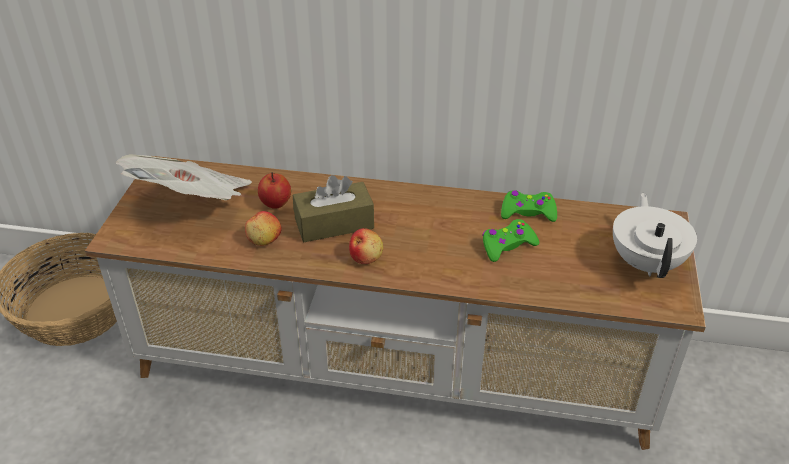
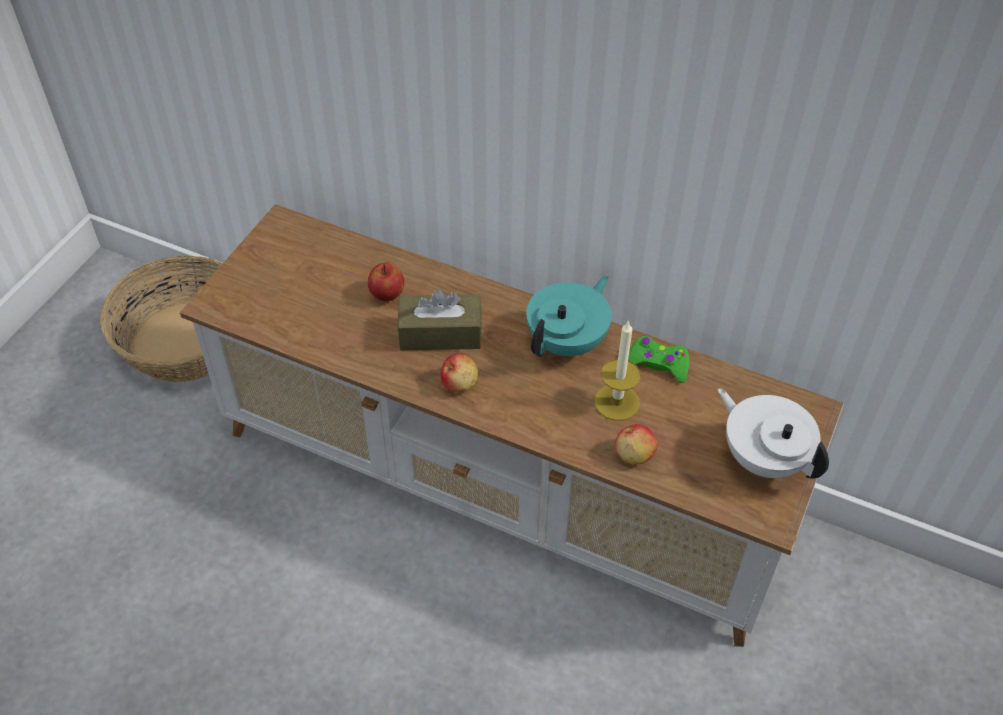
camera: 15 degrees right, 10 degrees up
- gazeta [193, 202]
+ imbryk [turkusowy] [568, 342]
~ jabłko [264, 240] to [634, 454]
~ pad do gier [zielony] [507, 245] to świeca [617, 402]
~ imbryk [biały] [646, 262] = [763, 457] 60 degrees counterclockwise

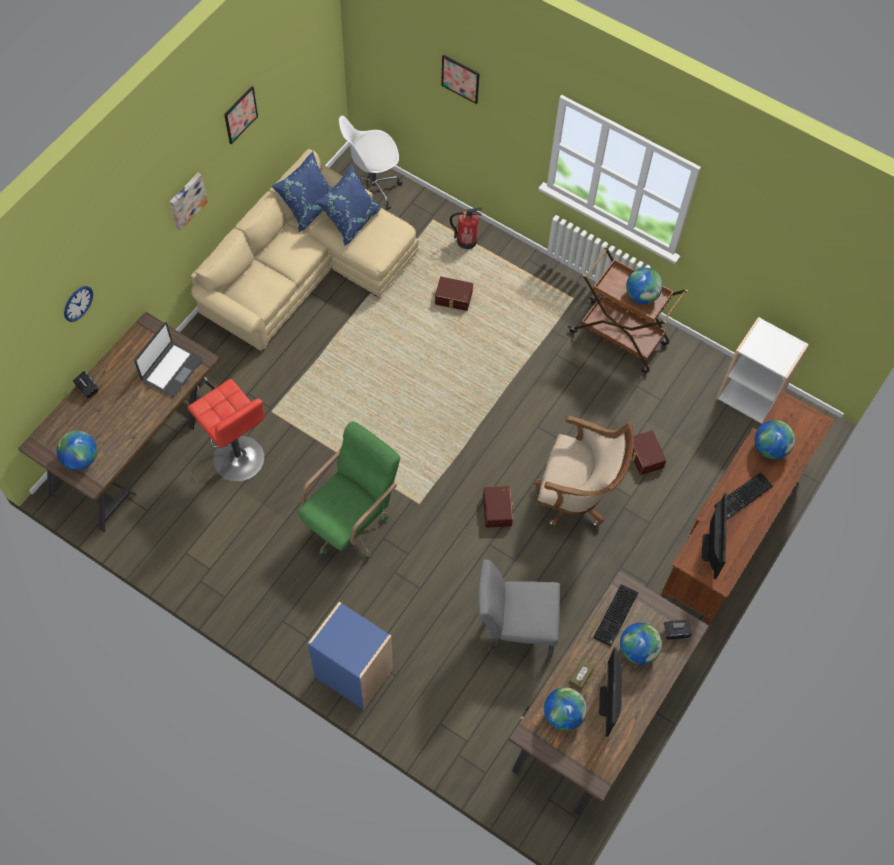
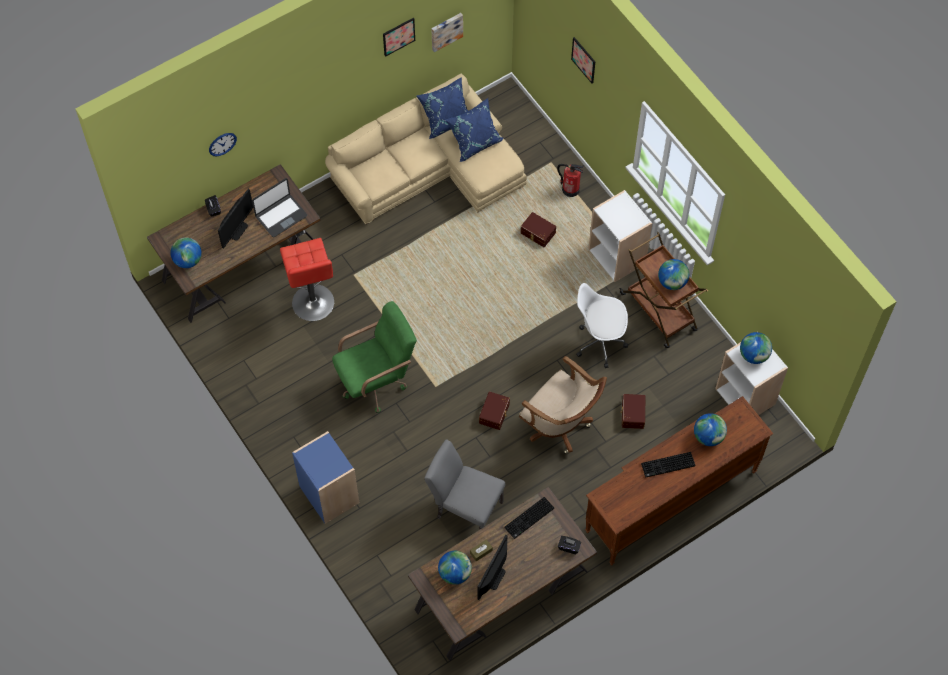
camera: 25 degrees right, 0 degrees up
+ regał [biały] [617, 256]
~ obraz [186, 200] to [446, 31]
~ krzesło biurowe [biały] [372, 189] to [598, 343]
~ globus [637, 650] to [753, 355]
~ monitor [711, 548] to [237, 230]

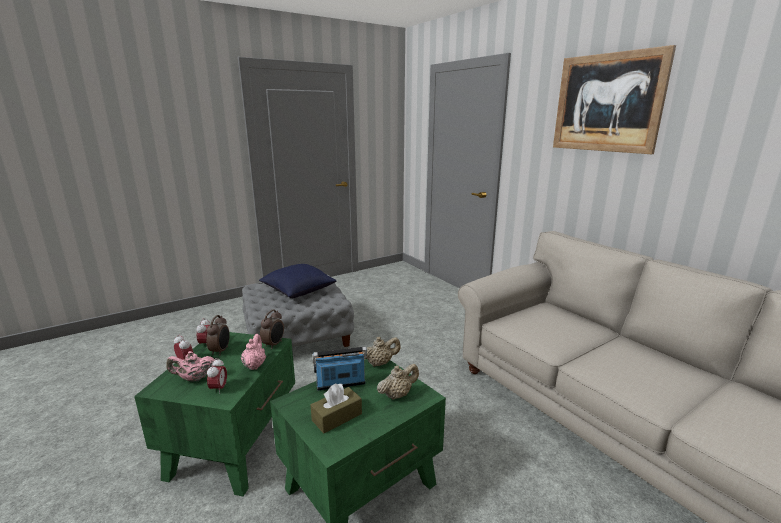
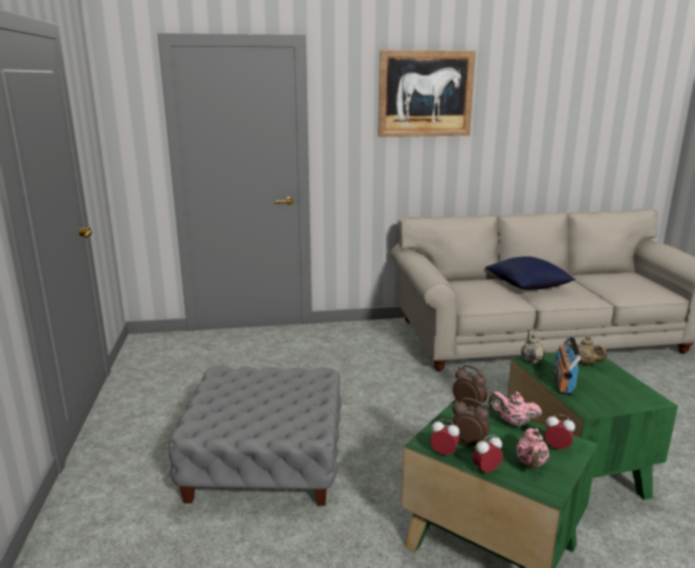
camera: 65 degrees left, 0 degrees up
- pudełko chusteczek [brązowy] [337, 417]
~ poduszka [niebieski] [298, 291] to [527, 286]
~ imbryk [beżowy] [397, 395] = [584, 363] 150 degrees clockwise

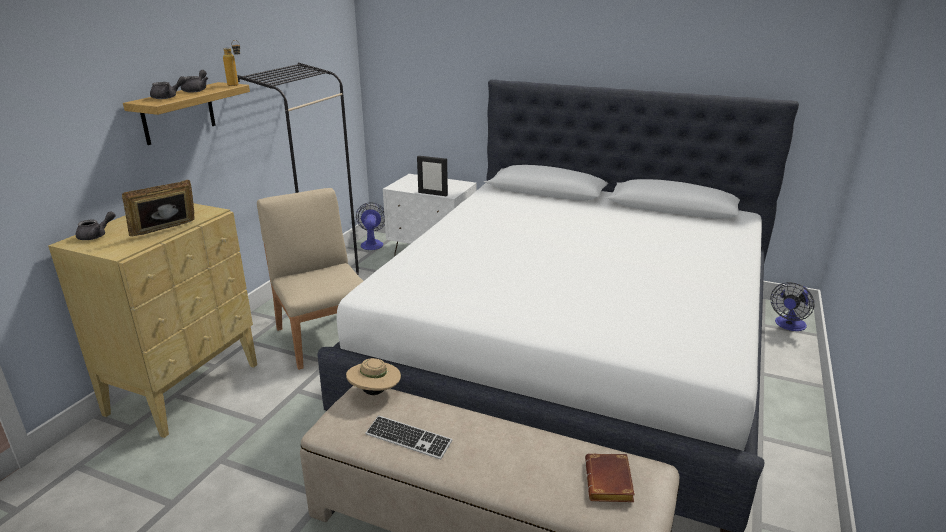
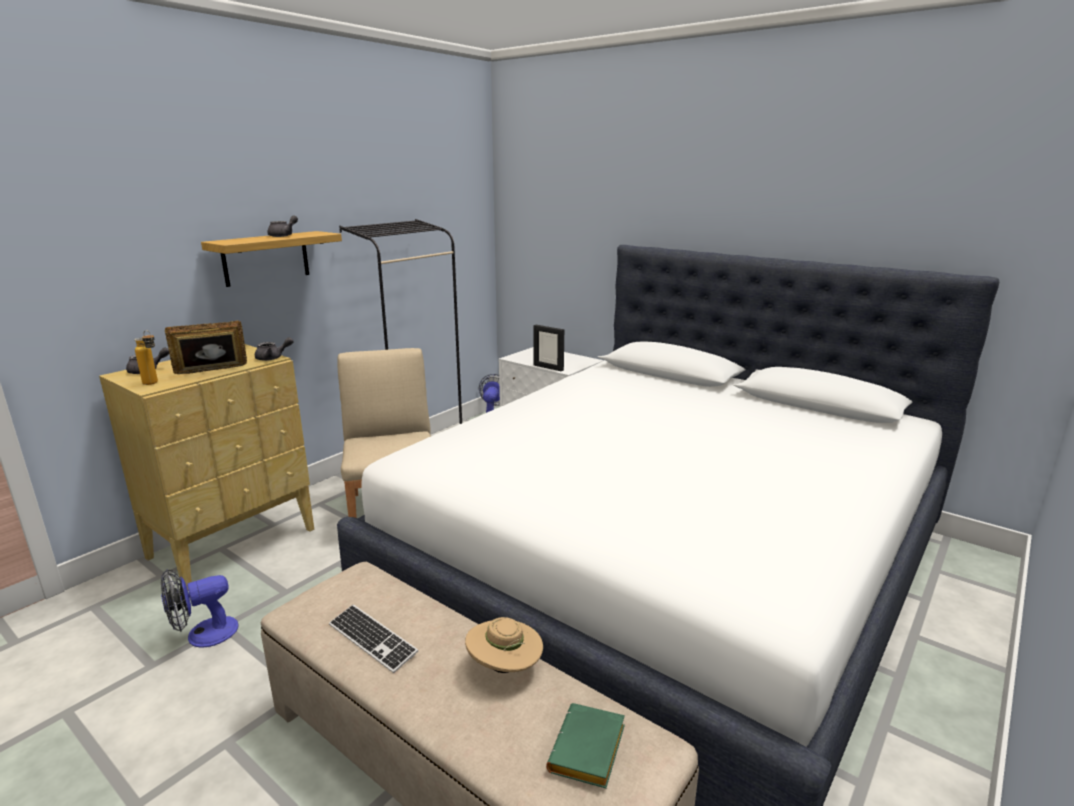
camera: 15 degrees right, 5 degrees down
~ imbryk [szary] [168, 97] to [273, 358]
~ butelka [237, 85] to [154, 384]
~ kapelusz [beżowy] [375, 392] to [505, 667]
~ wentylator [788, 326] to [203, 635]
~ książka [brązowy] [610, 483] to książka [zielony] [589, 753]

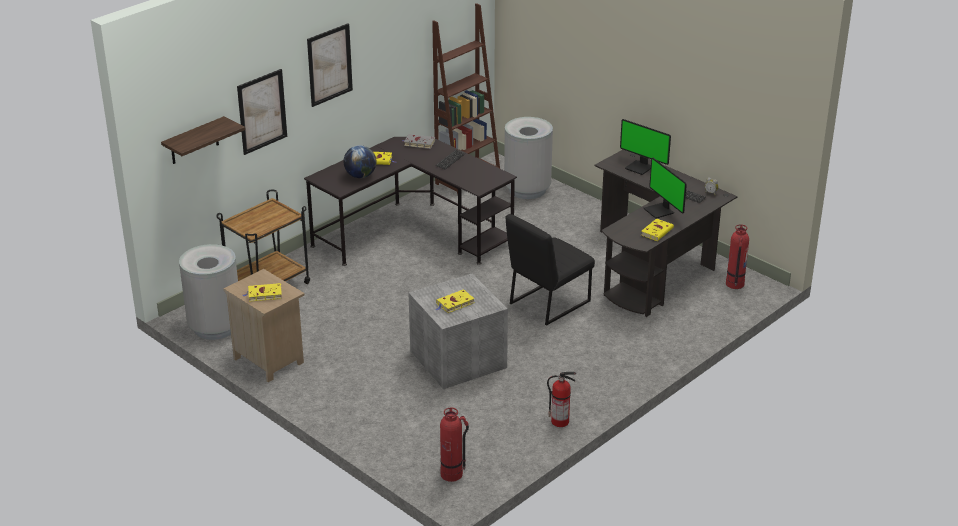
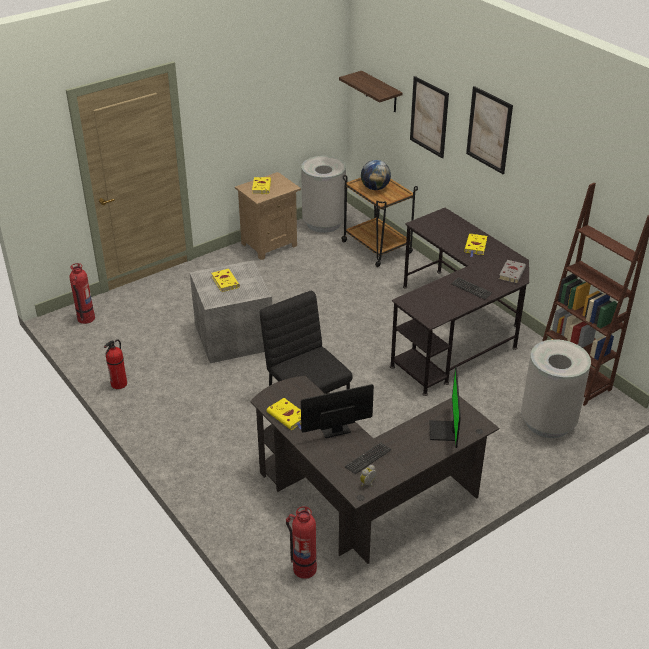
camera: 100 degrees right, 5 degrees up
~ globus [360, 176] to [375, 188]
~ monitor [640, 167] = [445, 431] 45 degrees counterclockwise

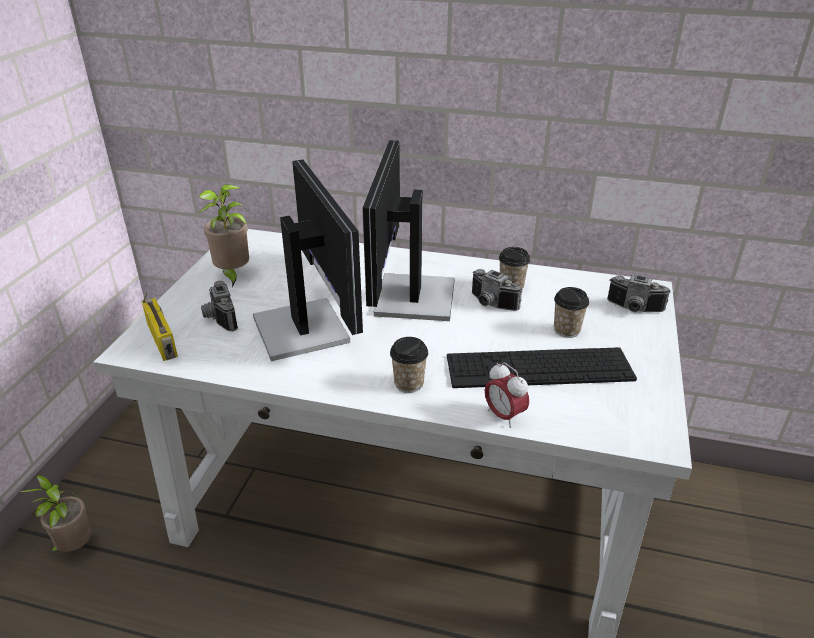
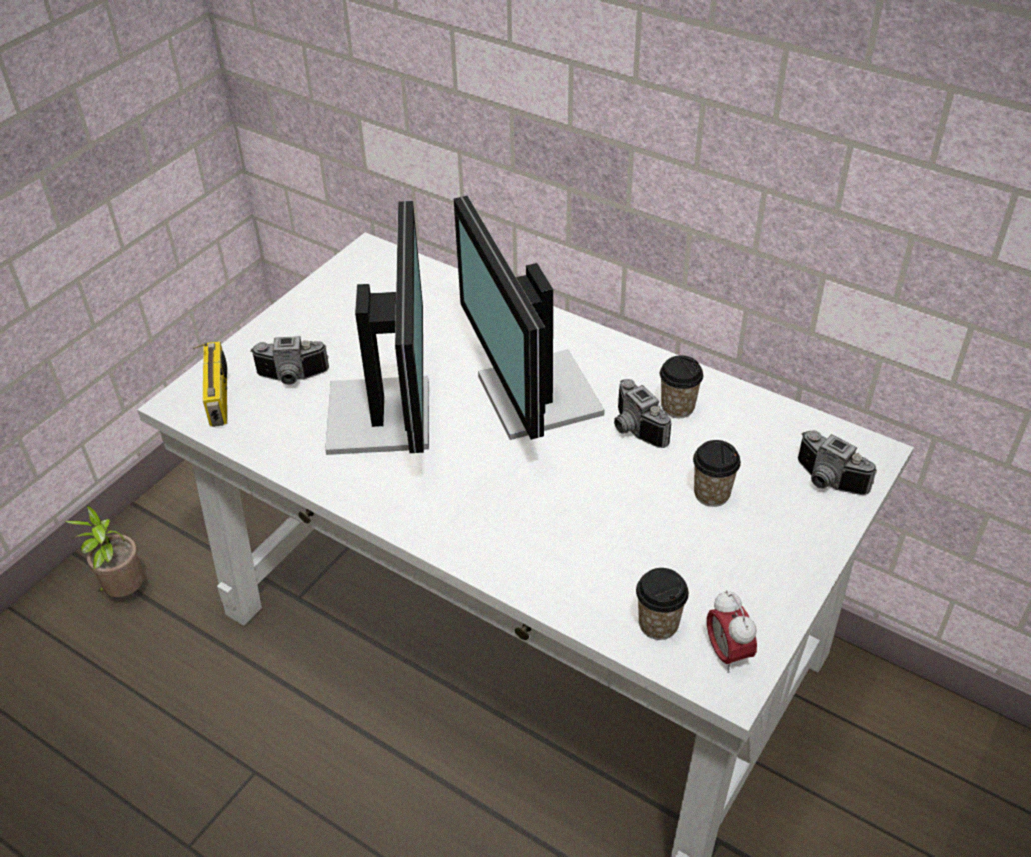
camera: 20 degrees right, 10 degrees up
- roślina doniczkowa [232, 275]
- klawiatura [539, 368]
~ filiżanka [409, 384] to [658, 624]
~ budzik [504, 416] to [727, 653]
~ aparat fotograficzny [219, 318] = [292, 378] 90 degrees counterclockwise
~ monitor [410, 298] = [535, 398] 45 degrees counterclockwise

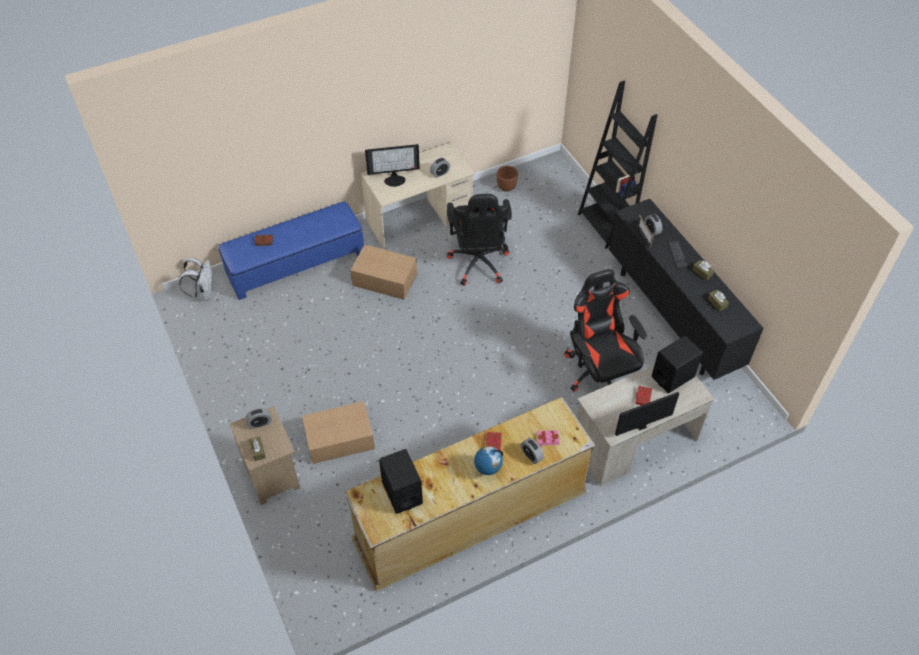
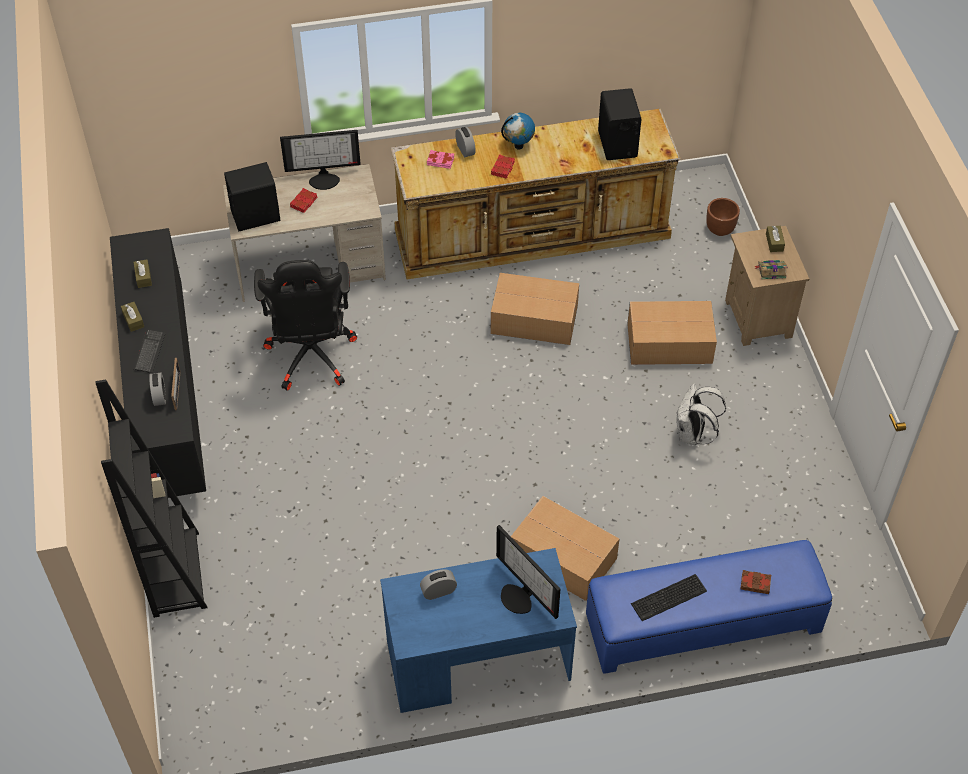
camera: 165 degrees left, 0 degrees up
- krzesło biurowe [czarny] [478, 259]
+ karton [533, 319]
+ klawiatura [670, 598]
~ plecak [biały] [203, 293] to [692, 434]
~ donica [brązowy] [506, 187] to [719, 229]
~ budzik [260, 423] to książka [771, 271]
~ biurko [beżowy] [419, 220] to biurko [niebieski] [477, 661]
~ monitor [395, 179] = [519, 597] 135 degrees counterclockwise

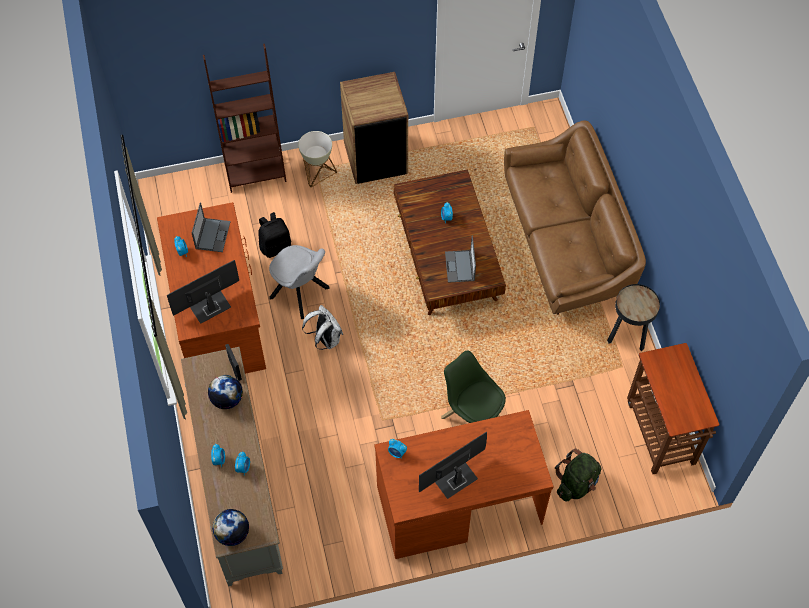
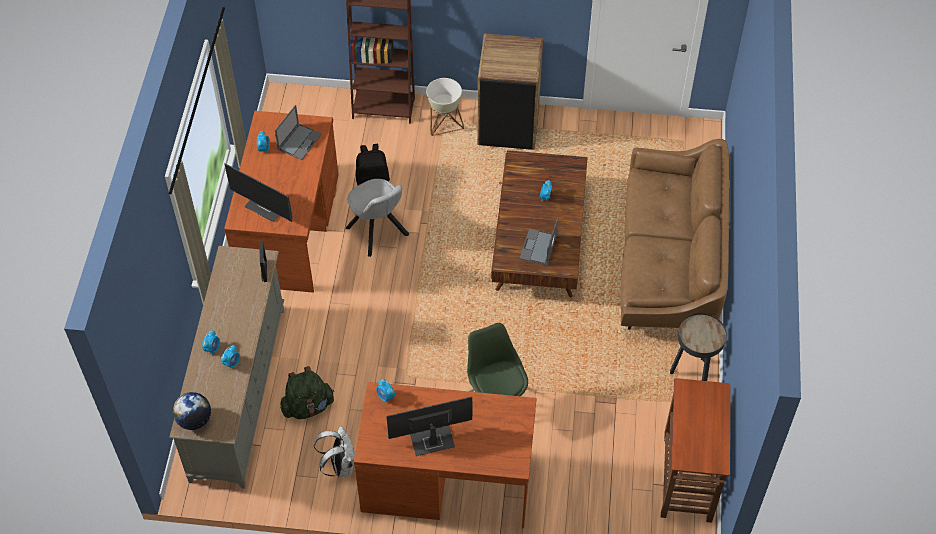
camera: 20 degrees right, 5 degrees down
- globus [227, 399]
~ plecak [biały] [325, 339] to [340, 465]
~ plecak [zielony] [576, 484] to [308, 406]
~ monitor [209, 308] = [266, 207] 135 degrees counterclockwise

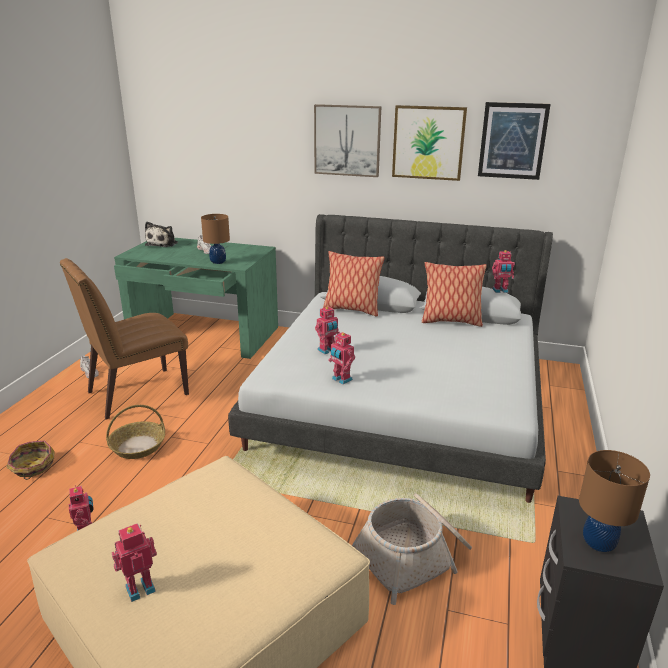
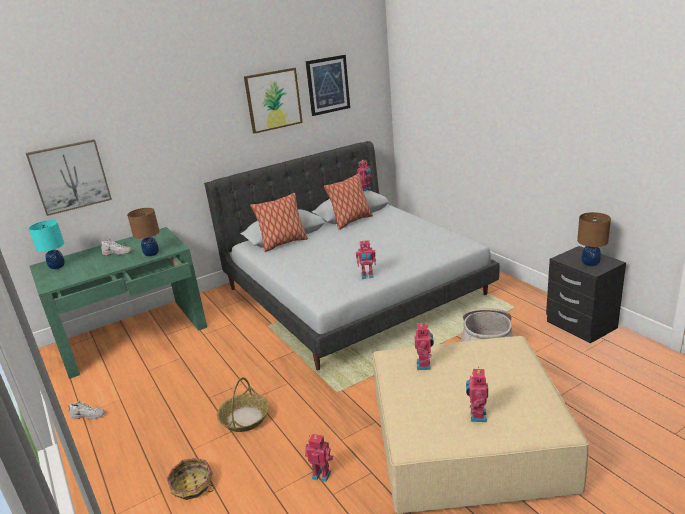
camera: 45 degrees left, 0 degrees up
- krzesło [brązowy] [138, 393]
~ obraz [347, 140] to [70, 176]
~ robot zabawkowy [327, 350] to [425, 365]
~ pluszak [163, 244] to lampa stołowa [turkusowy] [57, 266]

